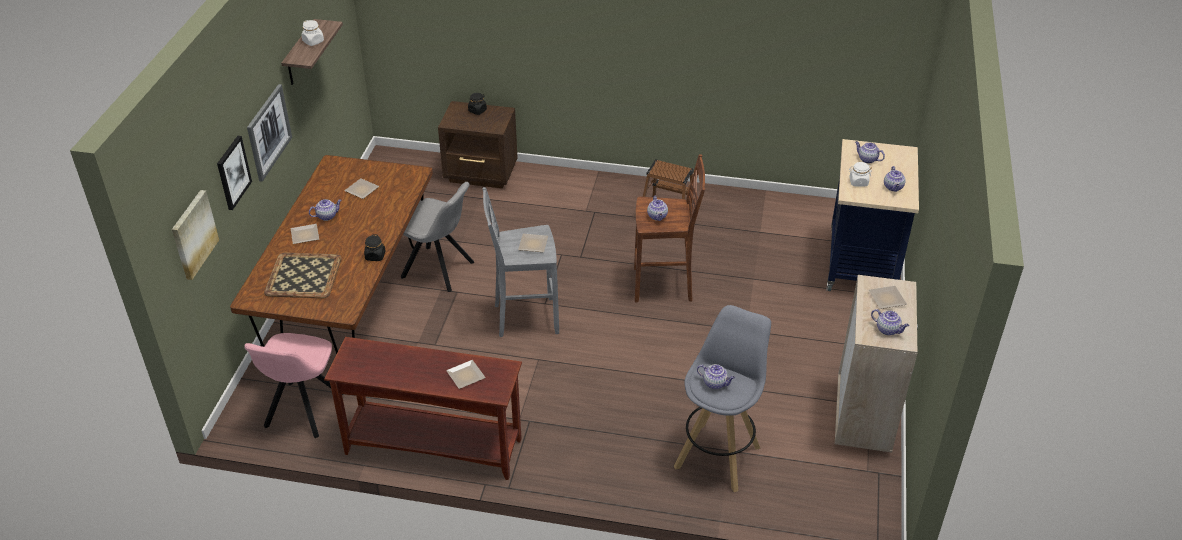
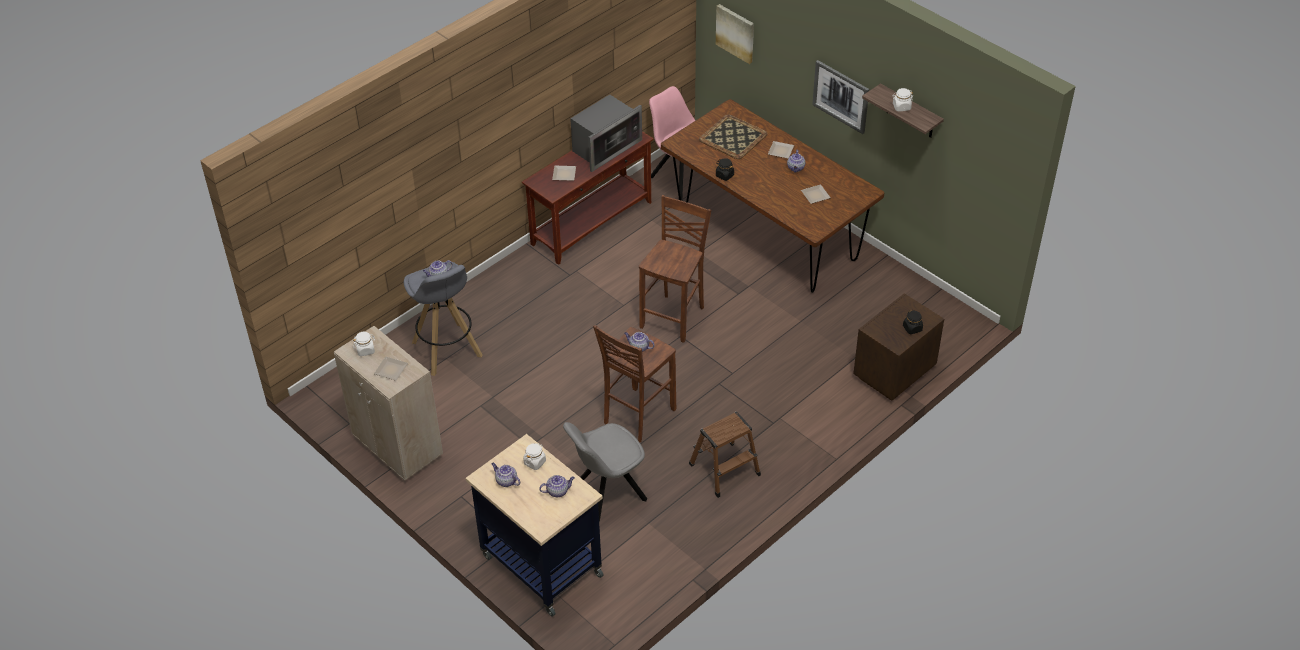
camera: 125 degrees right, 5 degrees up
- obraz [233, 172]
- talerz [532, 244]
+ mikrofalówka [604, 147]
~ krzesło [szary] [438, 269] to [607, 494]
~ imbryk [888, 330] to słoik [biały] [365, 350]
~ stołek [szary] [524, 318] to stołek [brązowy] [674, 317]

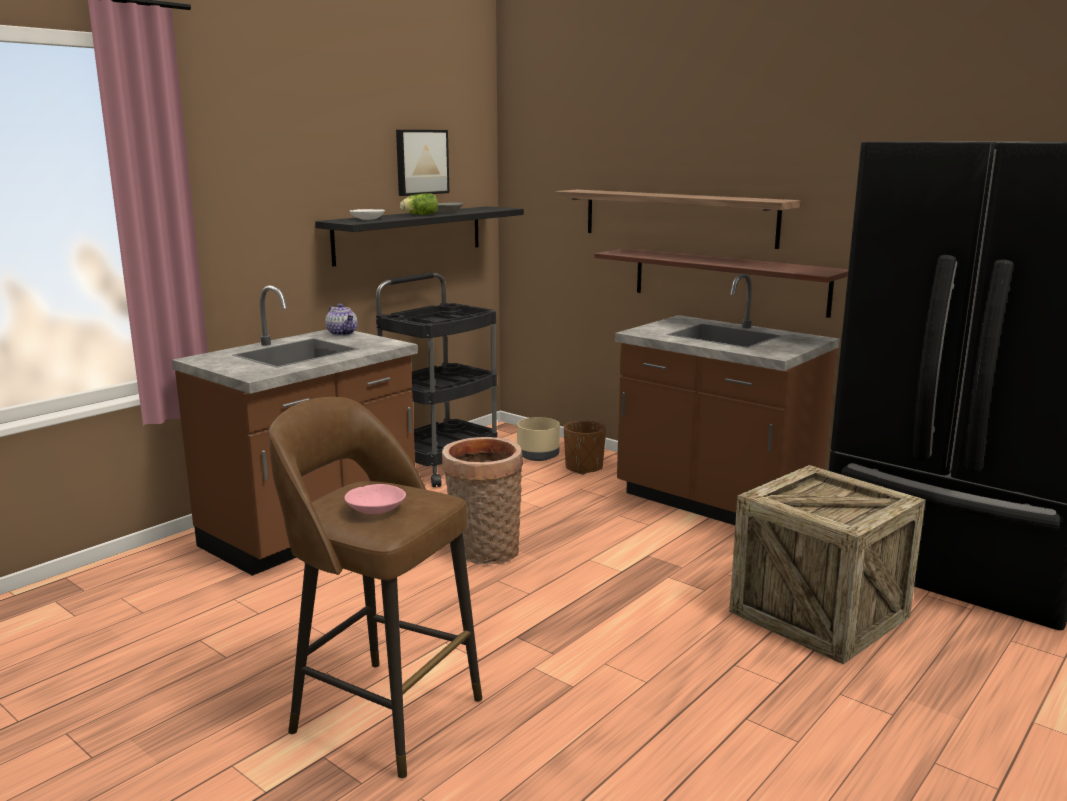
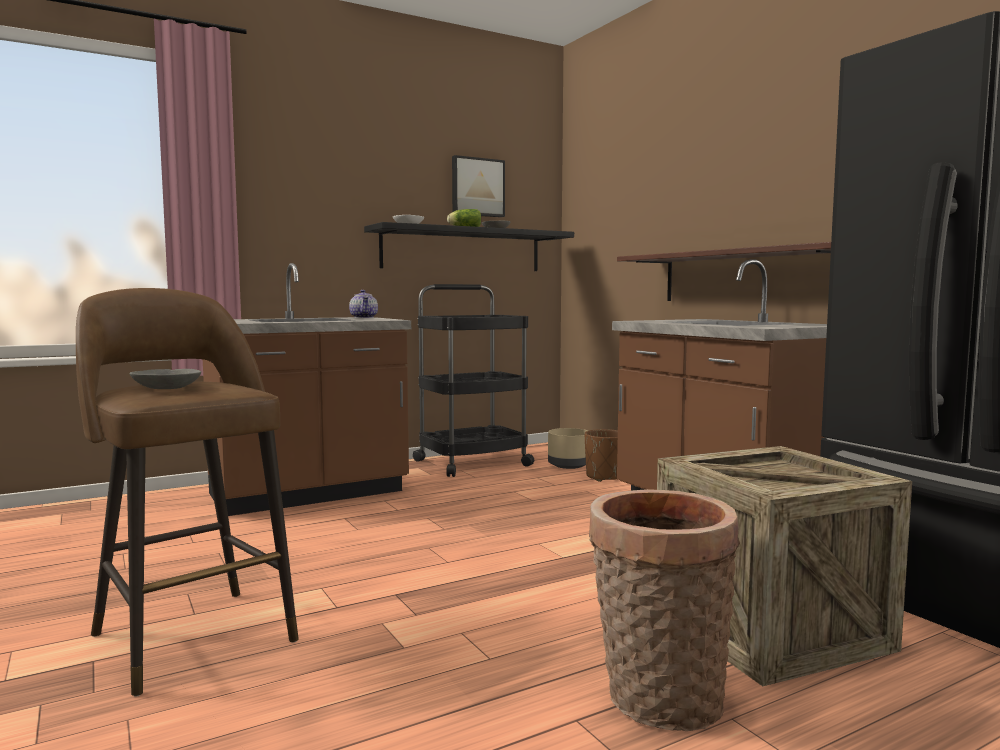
camera: 20 degrees right, 10 degrees down
- półka [677, 217]
~ koszyk [484, 552] to [657, 700]
~ miska [różowy] [376, 509] to miska [szary] [167, 388]

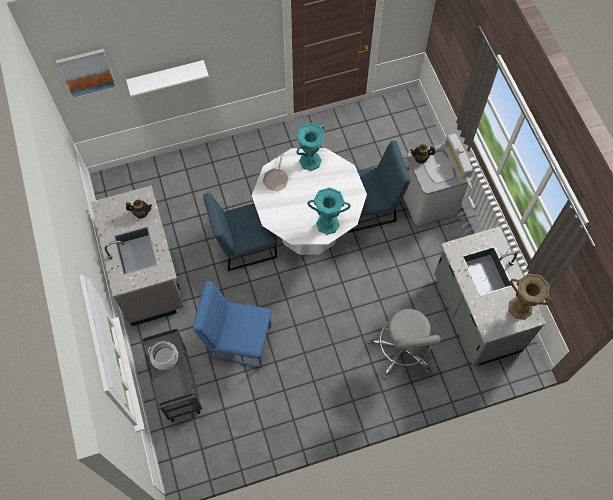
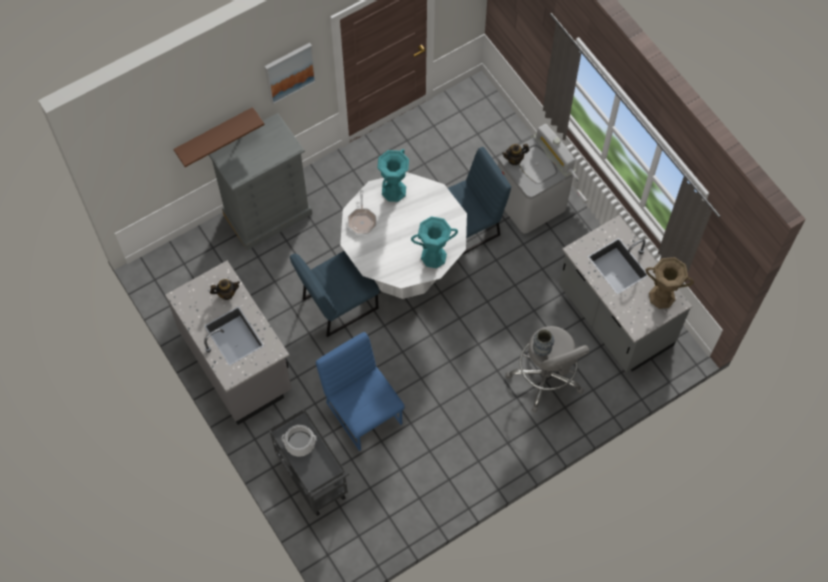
camera: 15 degrees left, 0 degrees up
+ komoda [szary] [268, 214]
+ wazon [541, 349]
~ obraz [87, 72] to [289, 72]
~ półka [biały] [166, 77] to półka [brązowy] [215, 134]
~ krzesło [niebieski] [238, 341] = [363, 411] 60 degrees clockwise

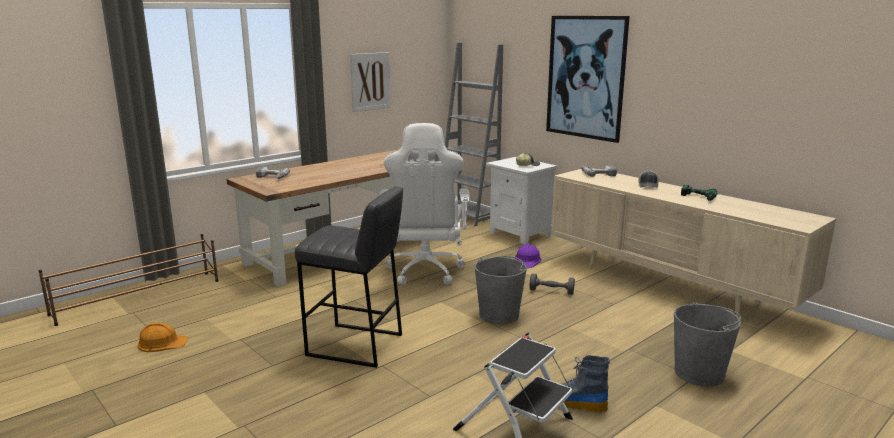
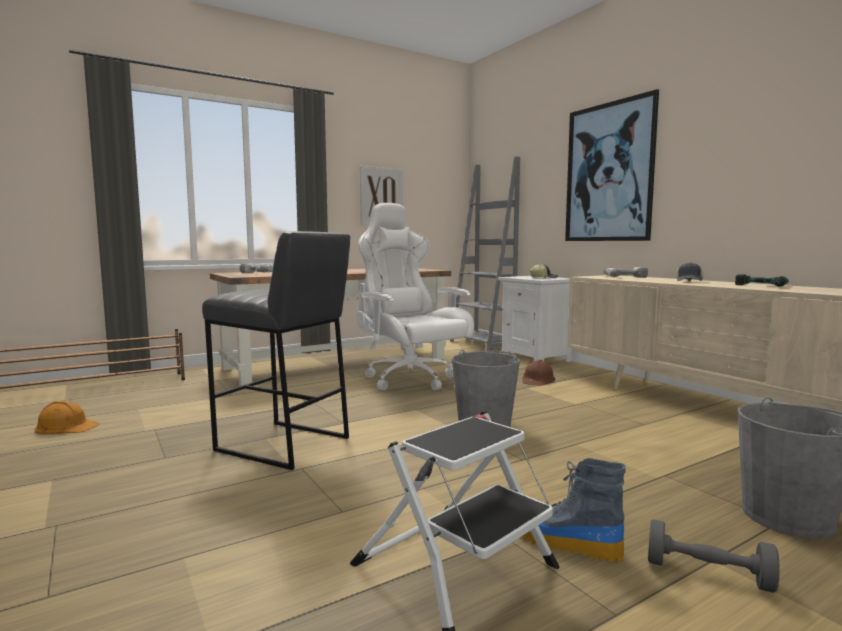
camera: 10 degrees right, 10 degrees down
~ hantel [szary] [551, 291] to [708, 574]
~ kask [fioletowy] [527, 260] to kask [brązowy] [537, 379]
~ krzesło biurowe [biały] [425, 269] = [413, 381] 135 degrees clockwise

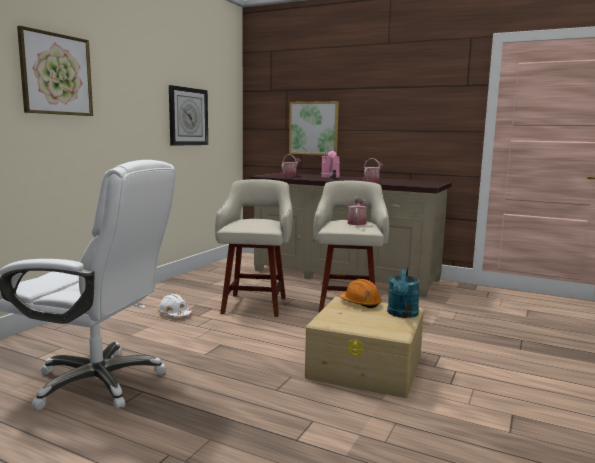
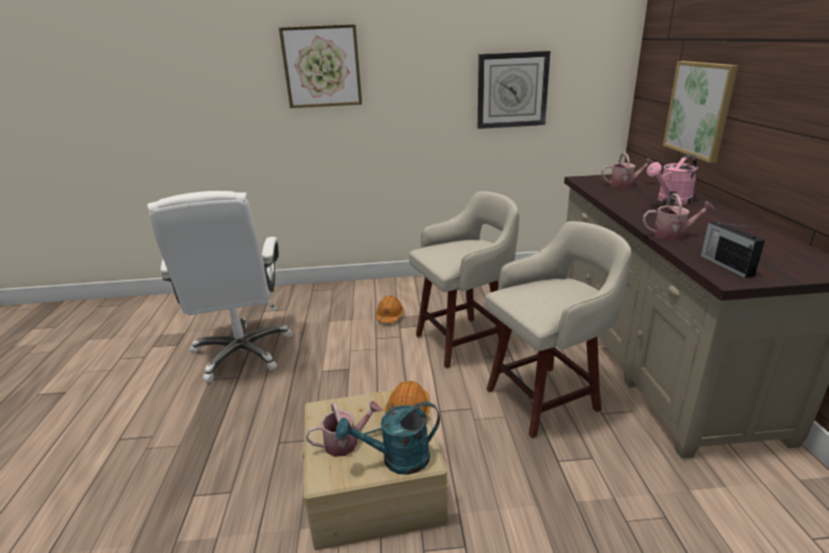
camera: 60 degrees right, 15 degrees up
+ radio [725, 265]
~ konewka [356, 223] to [346, 442]
~ kask [biały] [174, 314] to kask [pomarańczowy] [389, 316]

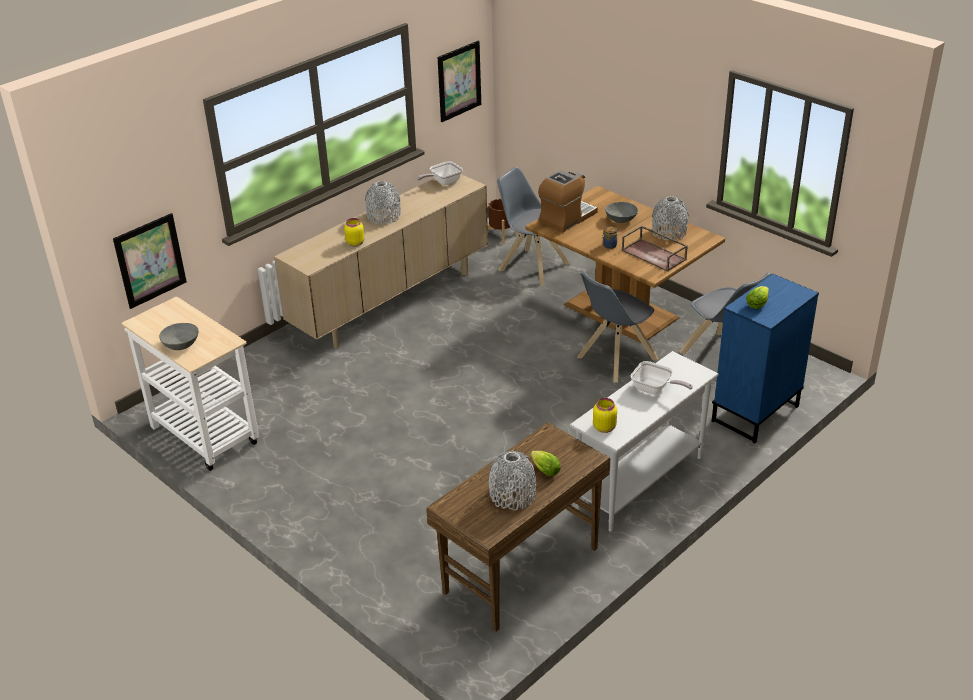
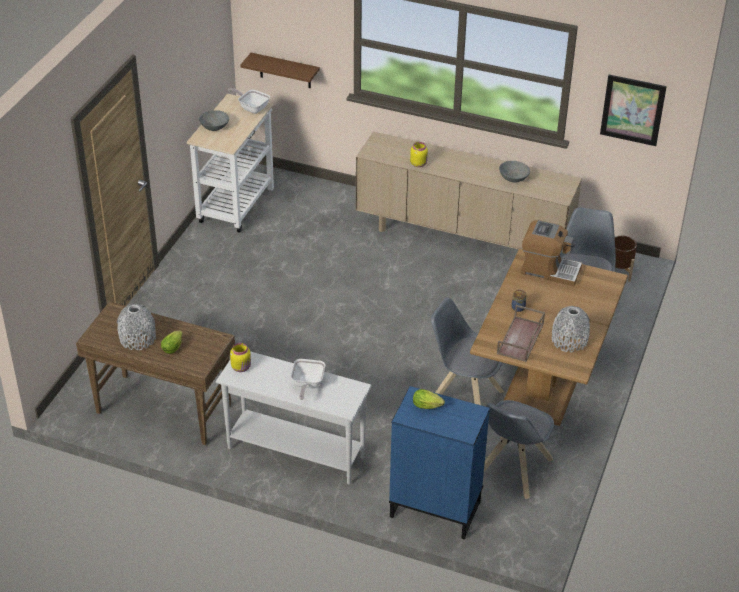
camera: 65 degrees right, 5 degrees up
- wazon [szary] [384, 216]
~ patelnia [443, 182] to [252, 108]
~ miska [szary] [621, 219] to [513, 178]
~ obraz [150, 260] to półka [brązowy] [285, 71]

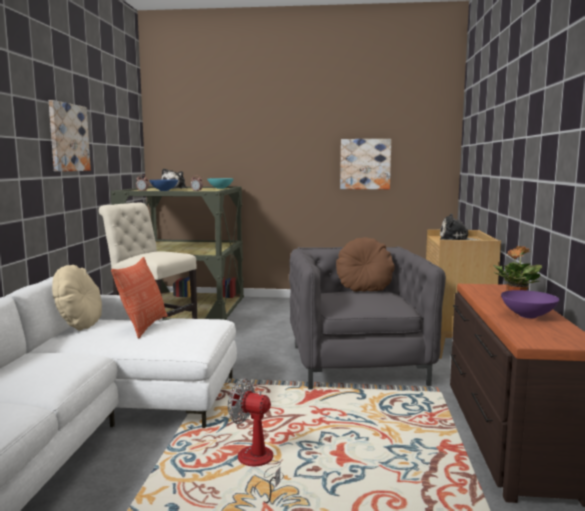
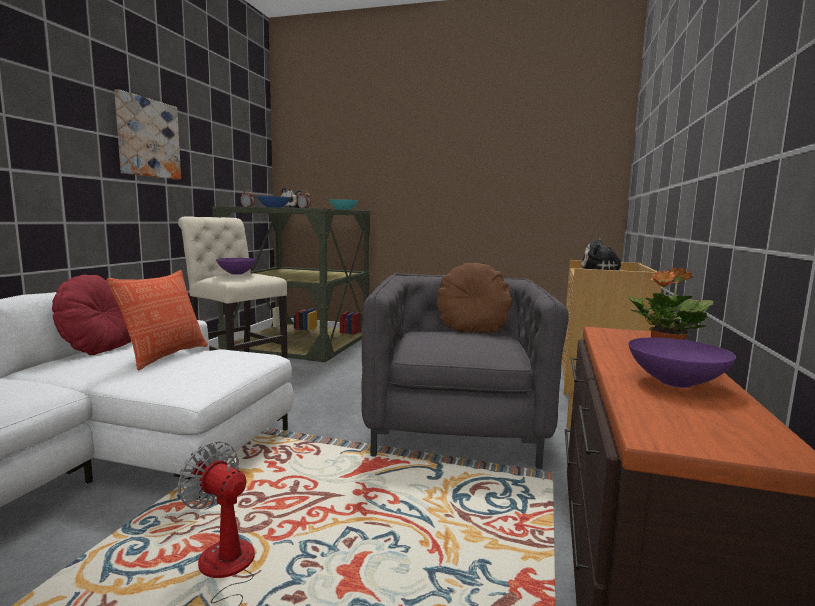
camera: 10 degrees right, 0 degrees up
- obraz [365, 164]
+ miska [fioletowy] [236, 273]
~ poduszka [beżowy] [80, 326] to poduszka [czerwony] [99, 350]

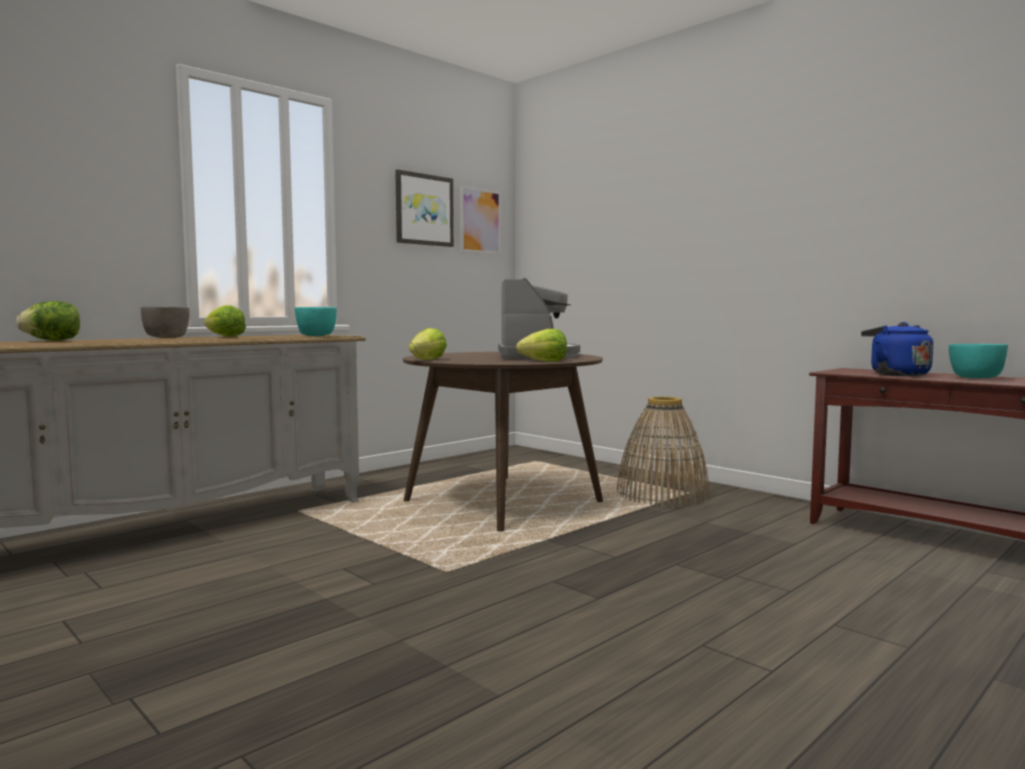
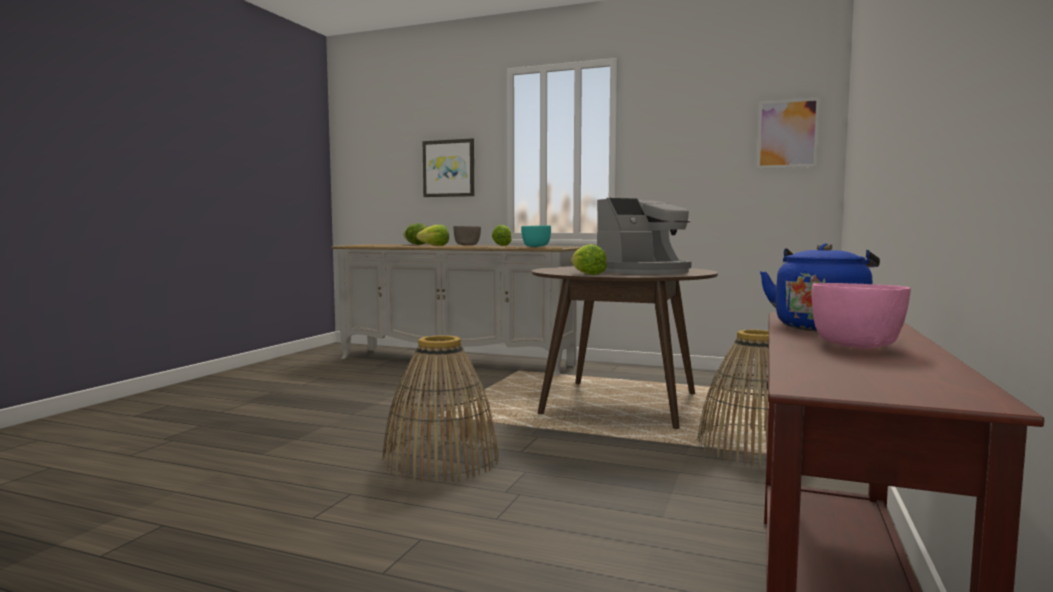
camera: 65 degrees right, 0 degrees up
+ koszyk [441, 460]
~ obraz [424, 209] to [449, 168]
~ sałata [427, 360] to [434, 245]
~ miska [turkusowy] [975, 378] to miska [różowy] [857, 346]

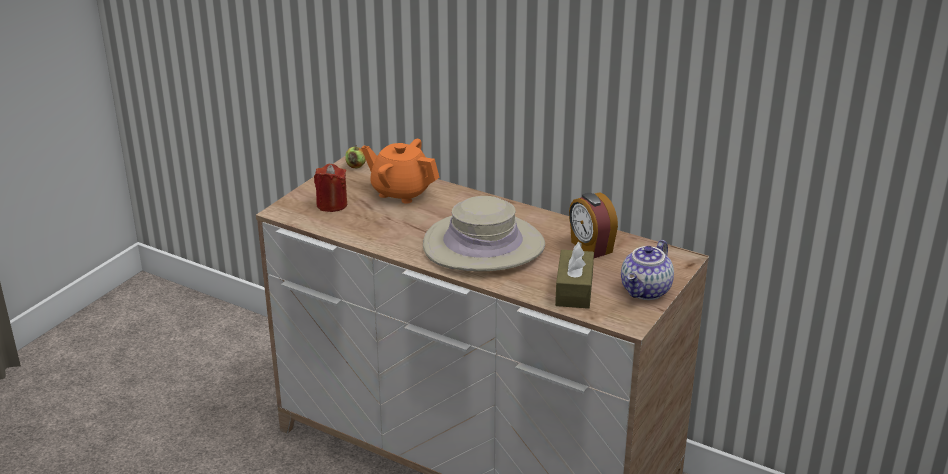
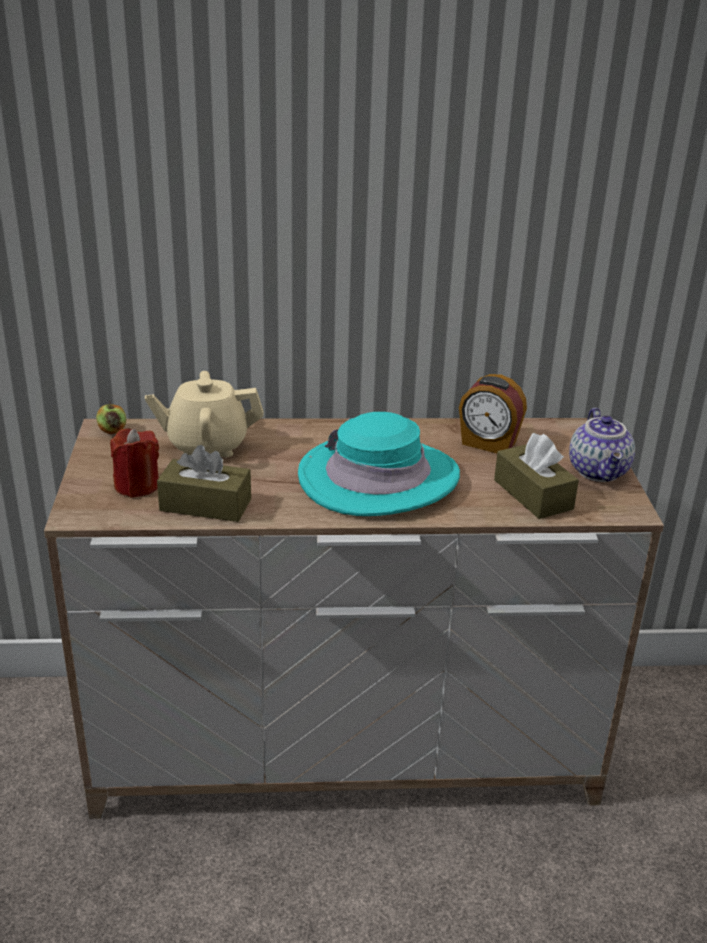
camera: 35 degrees left, 0 degrees up
+ pudełko chusteczek [brązowy] [205, 505]
~ imbryk [pomarańczowy] [401, 192] to imbryk [beżowy] [207, 445]
~ kapelusz [beżowy] [483, 245] to kapelusz [turkusowy] [378, 477]

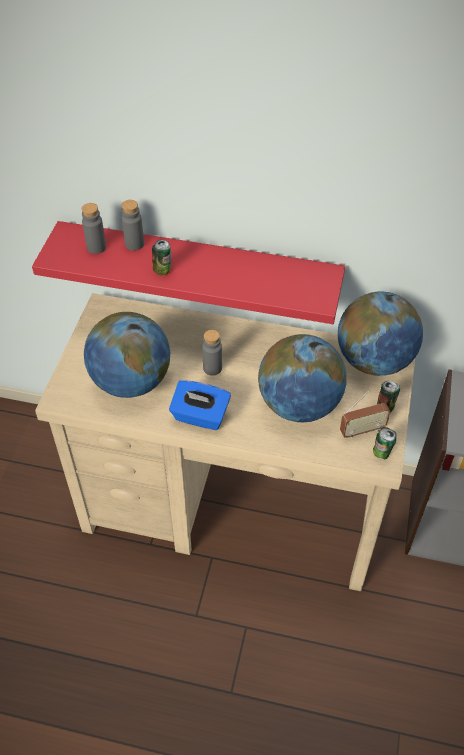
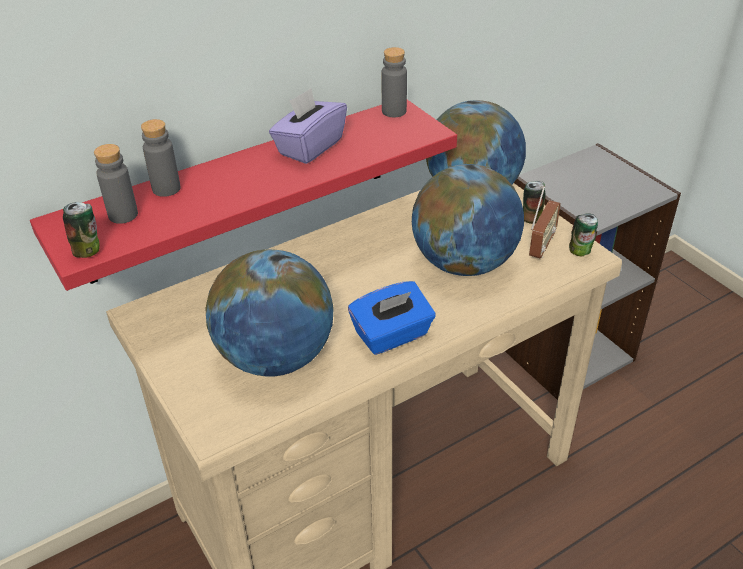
camera: 45 degrees left, 10 degrees down
+ pudełko chusteczek [fioletowy] [309, 147]
~ puszka [163, 270] to [88, 250]
~ butelka [szary] [212, 368] to [394, 111]

